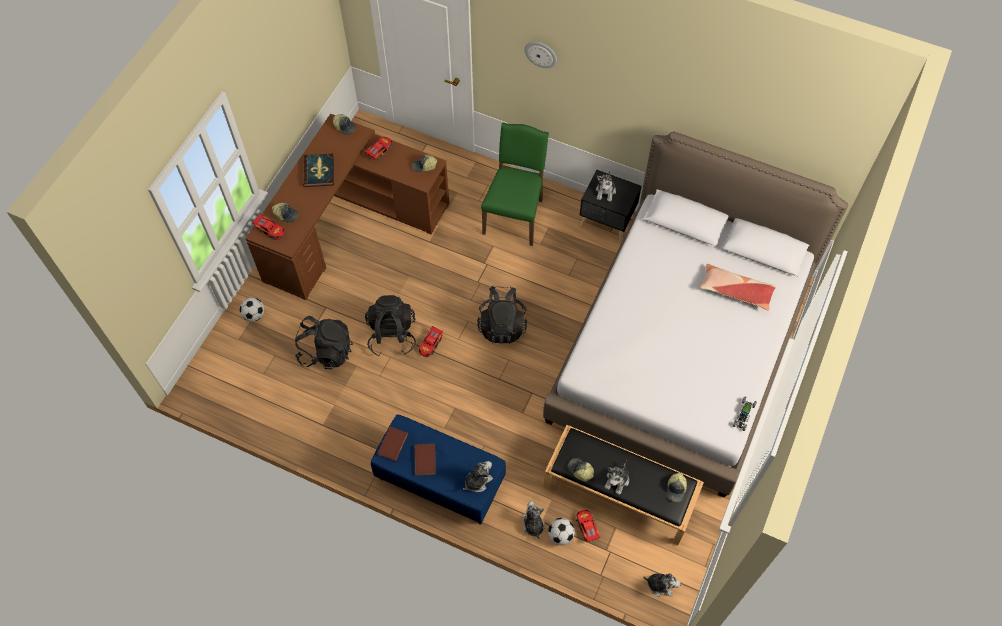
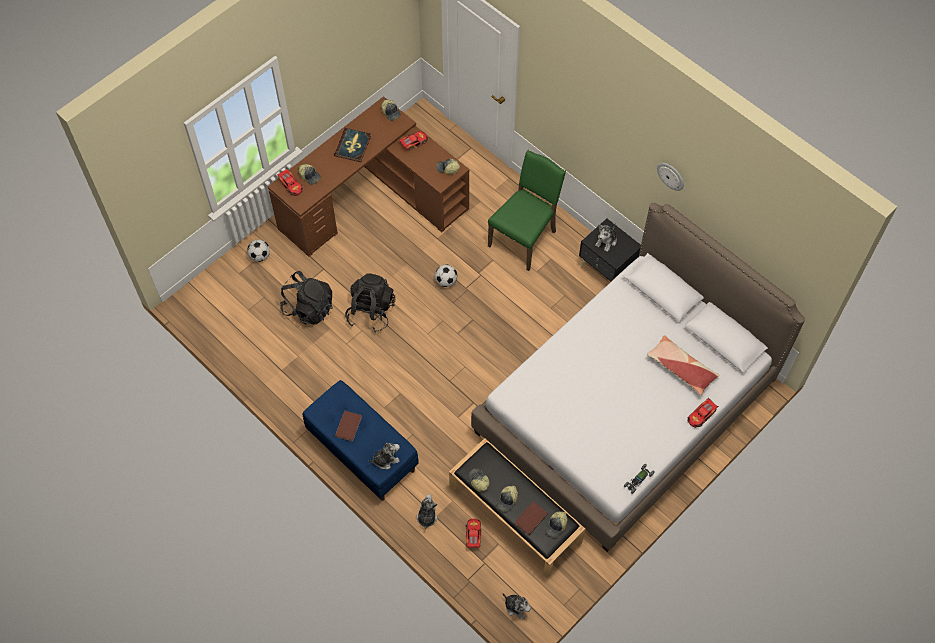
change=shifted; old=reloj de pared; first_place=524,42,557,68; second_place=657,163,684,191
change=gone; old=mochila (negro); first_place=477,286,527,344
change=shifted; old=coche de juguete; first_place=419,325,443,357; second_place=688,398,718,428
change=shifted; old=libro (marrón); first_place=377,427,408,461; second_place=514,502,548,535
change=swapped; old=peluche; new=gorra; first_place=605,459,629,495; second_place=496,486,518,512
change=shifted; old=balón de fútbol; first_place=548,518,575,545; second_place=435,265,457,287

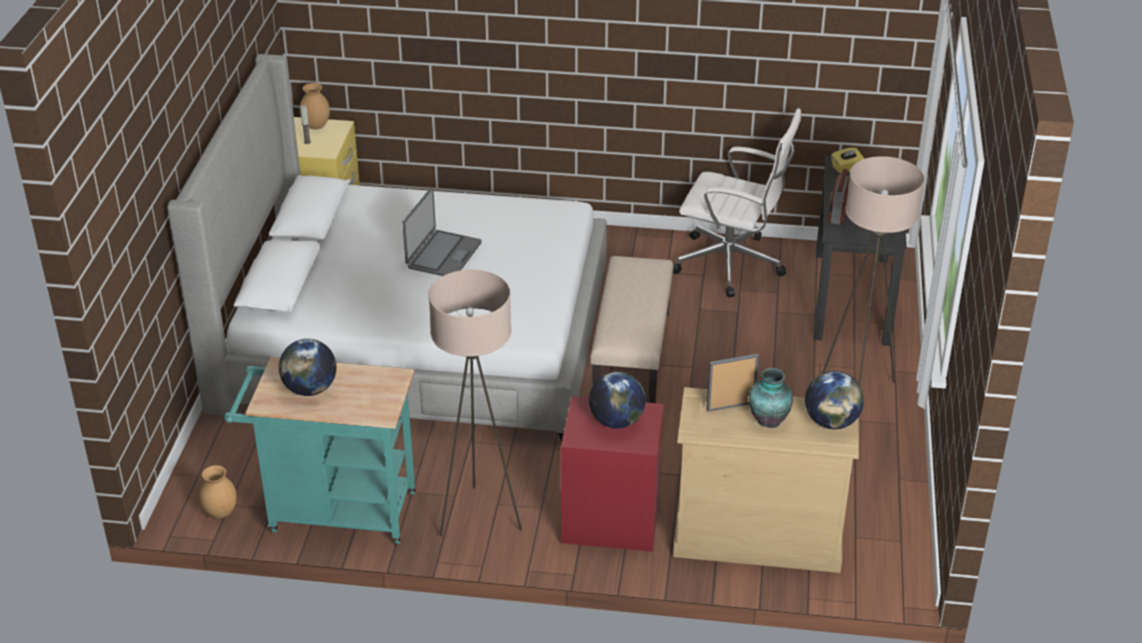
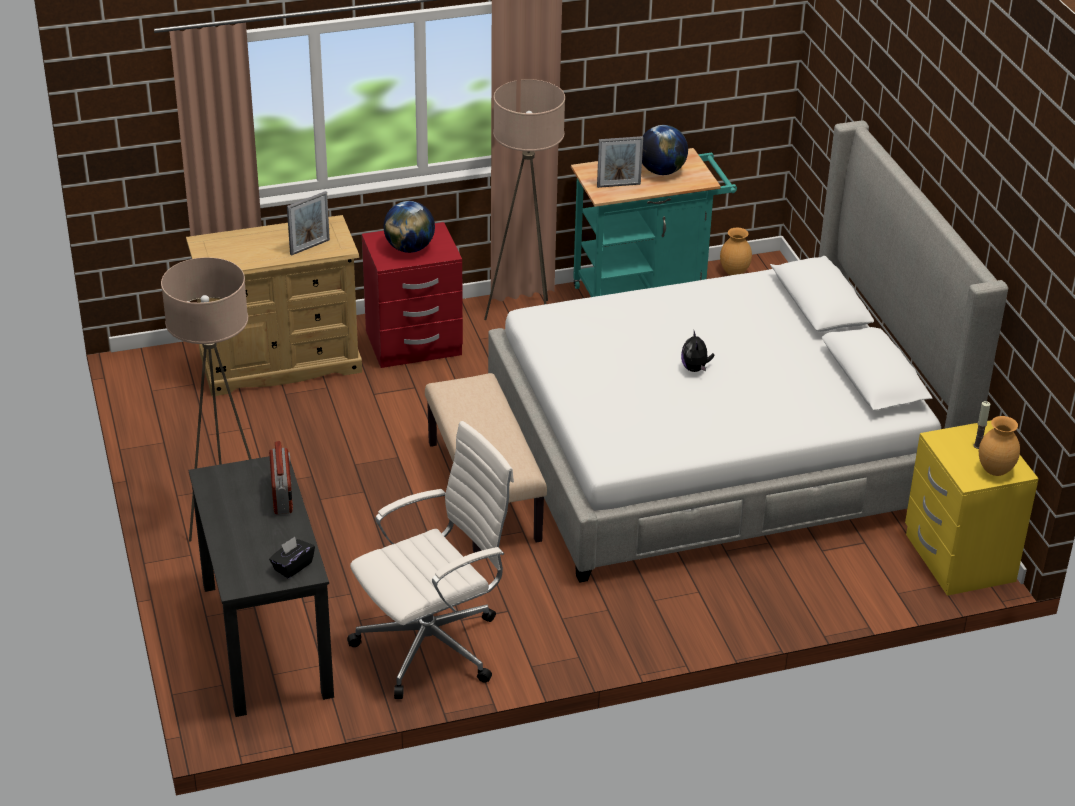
change=rotated; old=silla de oficina (blanco); first_place=673,108,801,297; second_place=347,421,514,699; degrees=150
change=repainted; old=caja de pañuelos (amarillo); new=caja de pañuelos (negro); first_place=831,148,865,174; second_place=269,537,315,578
change=swapped; old=portátil; new=peluche; first_place=403,187,482,276; second_place=681,329,715,372
change=gone; old=florero; first_place=749,368,793,428
change=gone; old=globo terráqueo; first_place=805,371,864,429
change=new; new=portarretratos; second_place=597,136,643,188

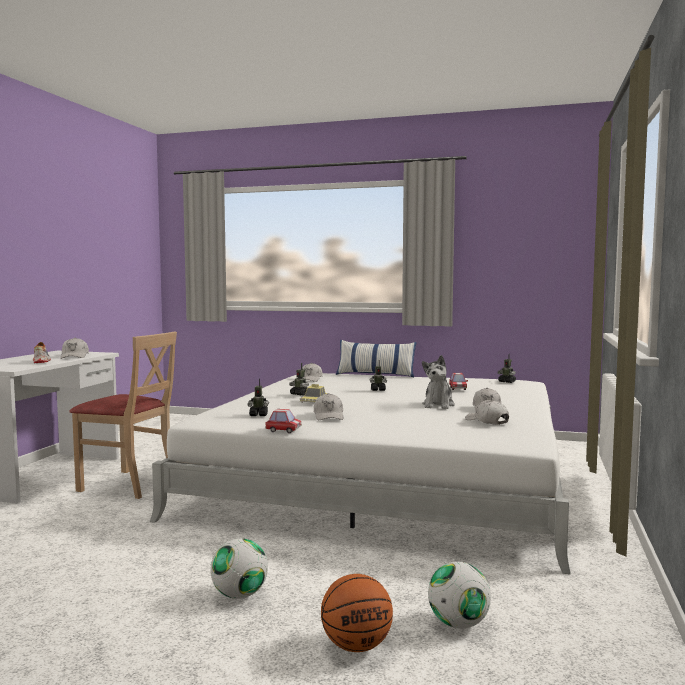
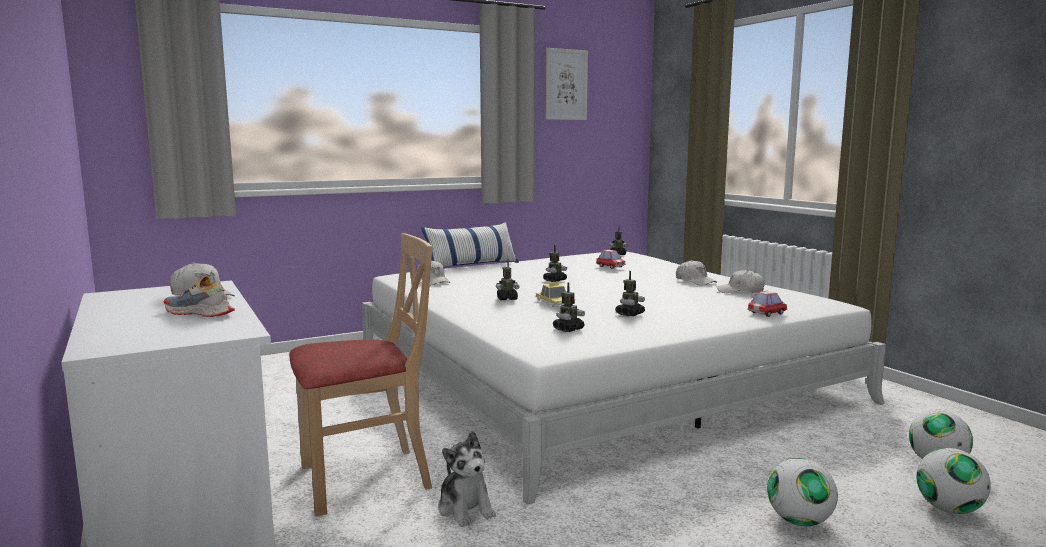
change=shifted; old=peluche; first_place=422,355,455,409; second_place=438,431,496,527
change=swapped; old=gorra (blanco); new=robot de juguete; first_place=314,393,343,420; second_place=615,271,645,316
change=shifted; old=coche de juguete; first_place=265,409,302,433; second_place=748,291,787,317
change=swapped; old=balón de baloncesto; new=balón de fútbol; first_place=321,574,393,652; second_place=916,448,991,514
change=new; new=cuadro; second_place=546,48,588,120

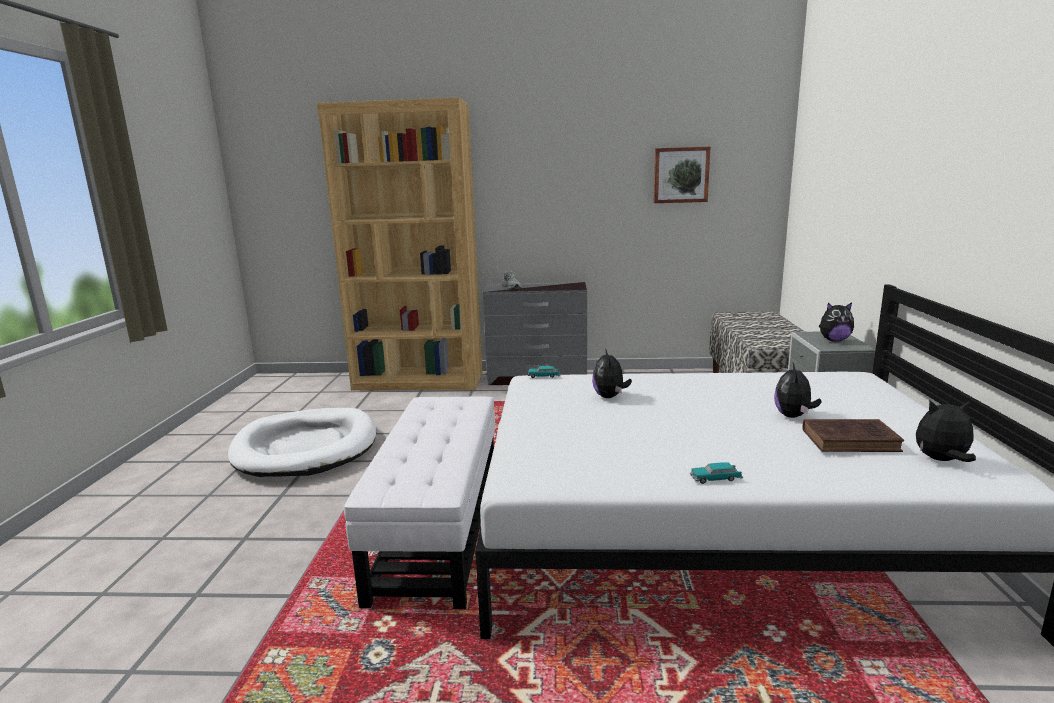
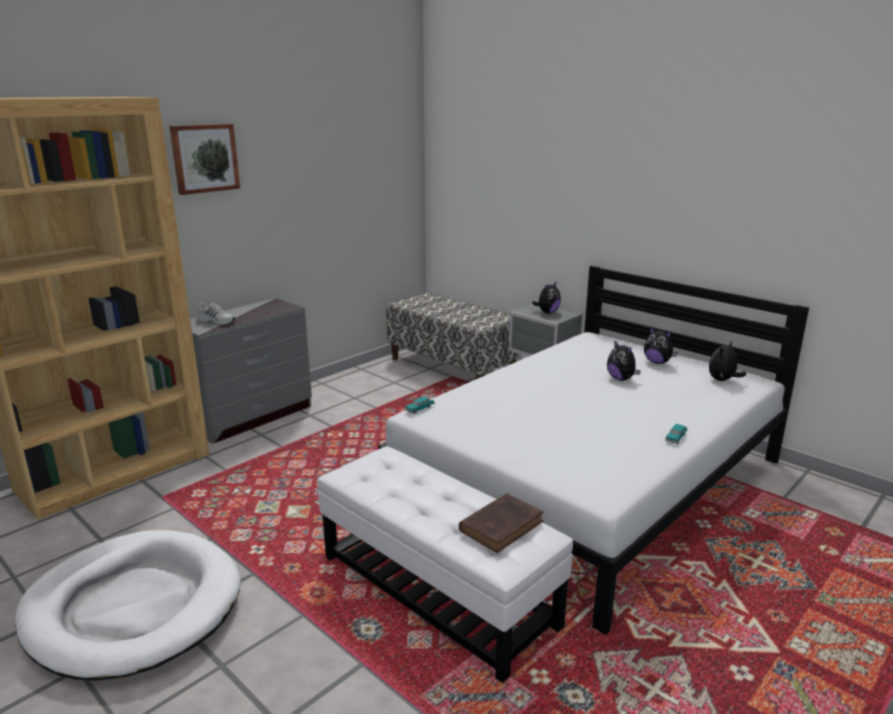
change=shifted; old=cuadro; first_place=654,146,711,203; second_place=170,124,240,195
change=shifted; old=peluche; first_place=592,348,632,398; second_place=644,326,678,364
change=shifted; old=libro (marrón); first_place=802,419,904,452; second_place=459,493,544,553

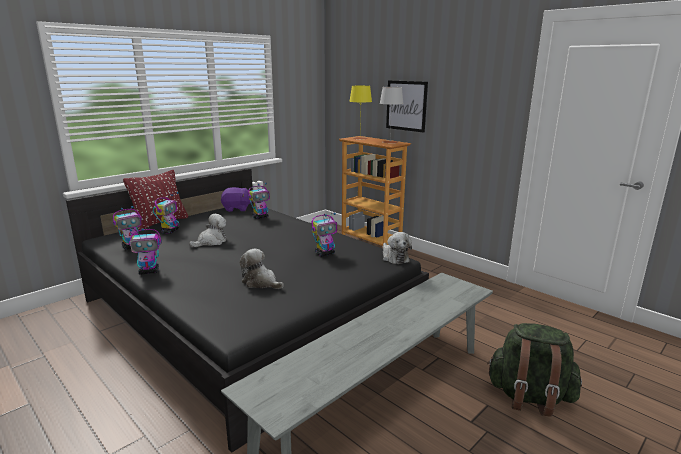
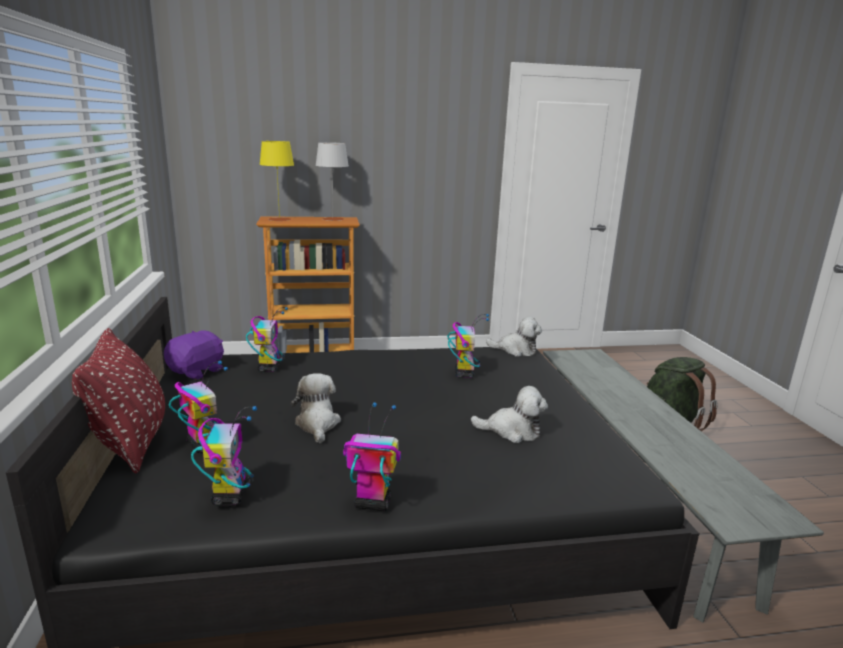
change=gone; old=cuadro; first_place=386,80,428,133
change=rotated; old=robot de juguete; first_place=129,228,162,274; second_place=343,402,401,511; degrees=-105
change=rotated; old=peluche; first_place=239,249,284,289; second_place=471,386,548,443; degrees=-150

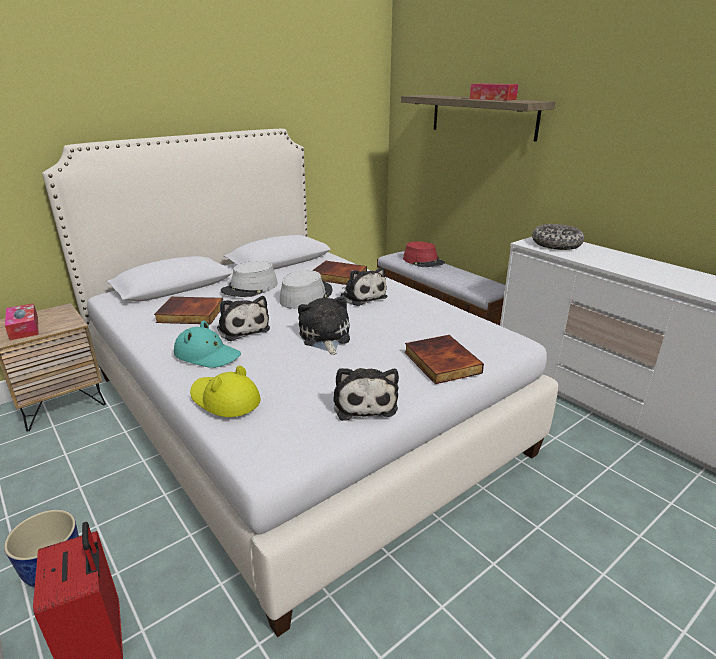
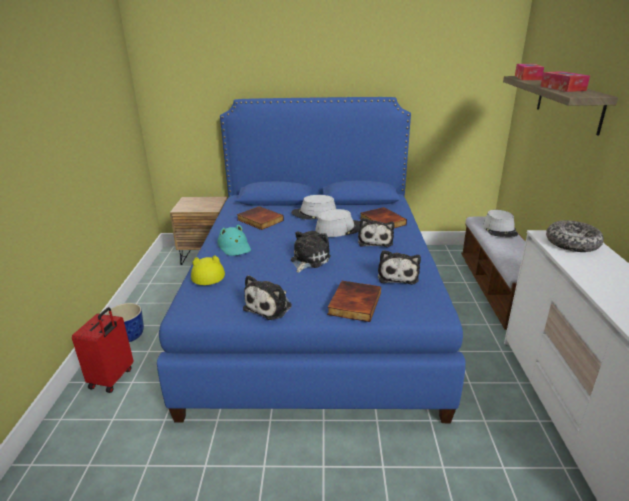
change=repainted; old=cama (blanco); new=cama (azul); first_place=42,129,558,637; second_place=157,97,466,423
change=repainted; old=sombrero (rojo); new=sombrero (gris); first_place=403,241,445,267; second_place=483,210,518,237
change=shifted; old=peluche; first_place=217,296,270,341; second_place=378,250,421,285
change=shifted; old=caja de pañuelos; first_place=5,303,39,340; second_place=515,64,544,80

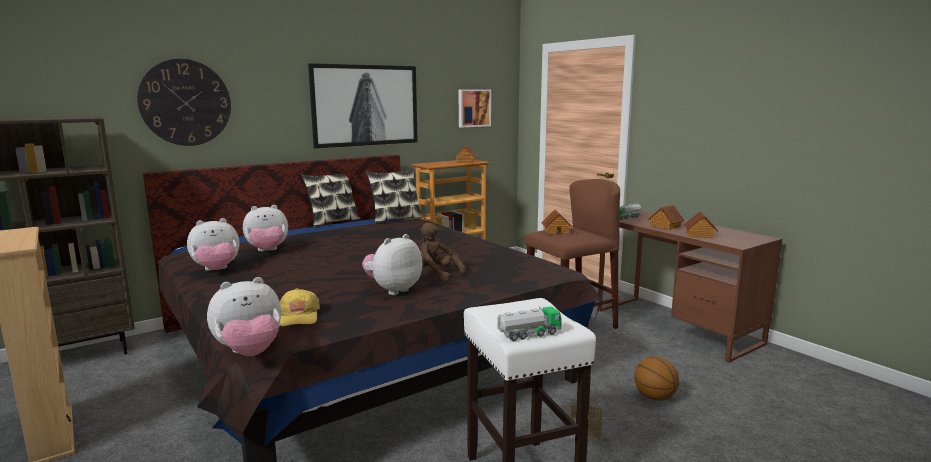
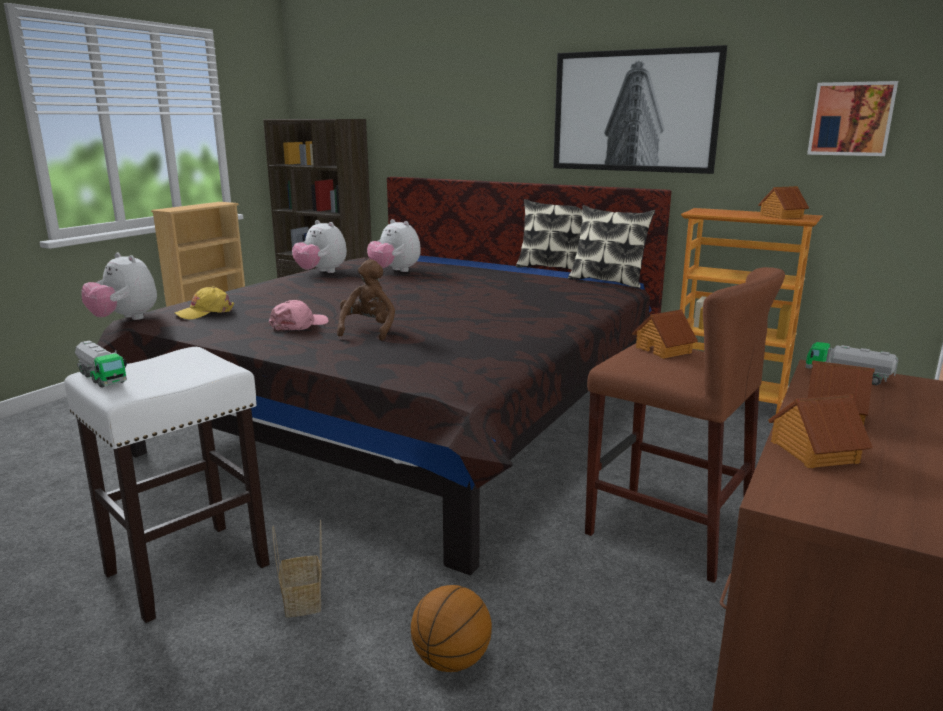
change=gone; old=reloj de pared; first_place=137,59,231,146
change=swapped; old=peluche; new=gorra (rosa); first_place=362,234,423,295; second_place=269,300,329,330

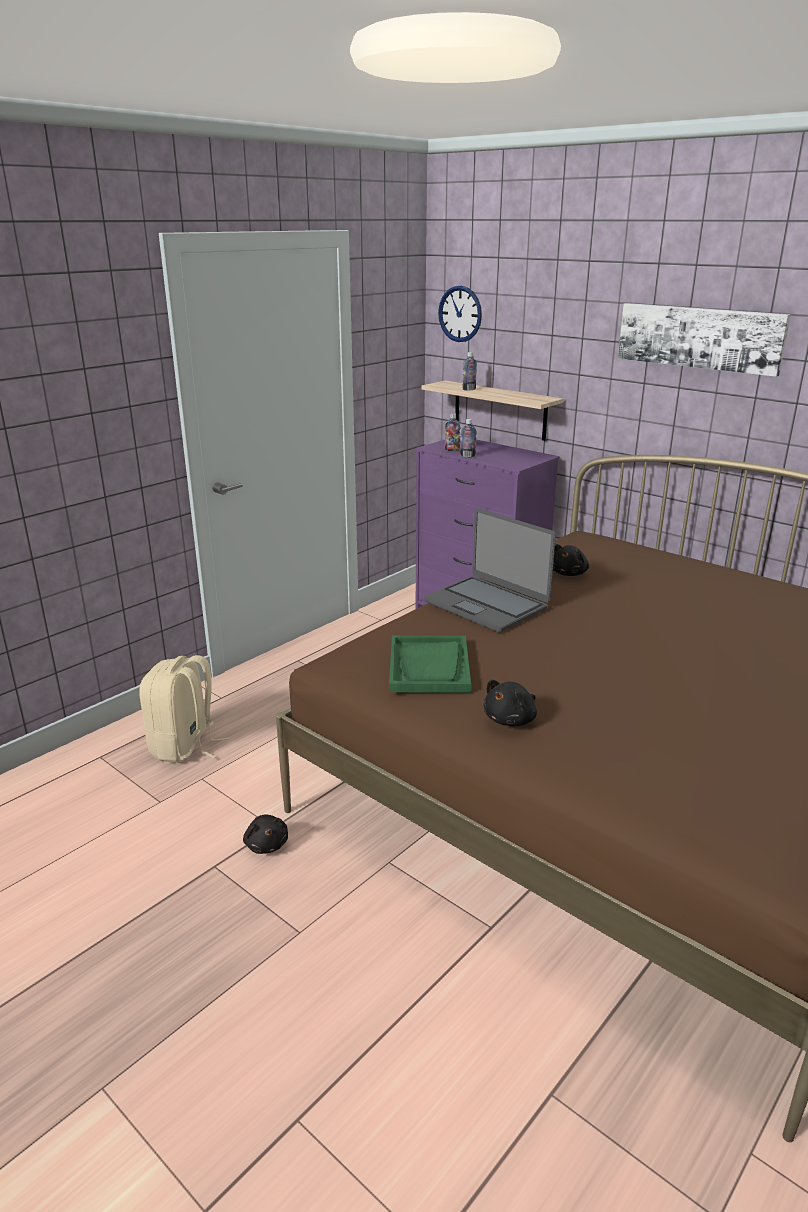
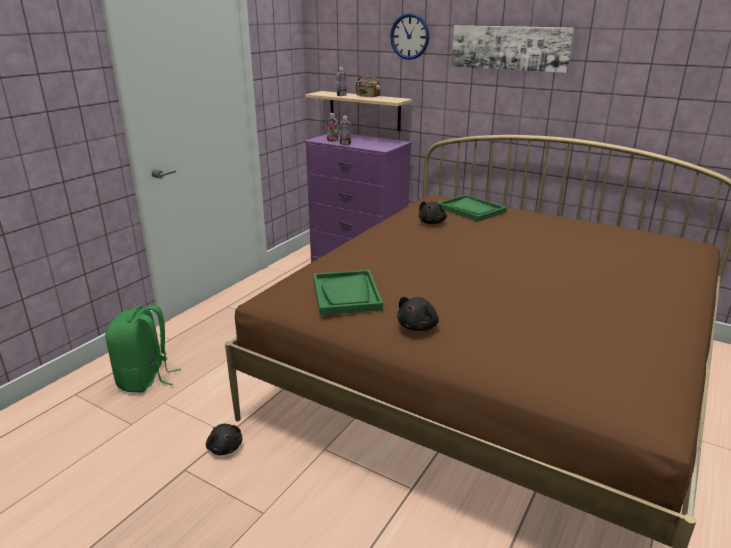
change=shifted; old=reloj de pared; first_place=438,286,482,342; second_place=390,13,429,60
change=gone; old=portátil; first_place=425,508,556,633
change=repainted; old=mochila (beis); new=mochila (verde); first_place=139,655,228,763; second_place=106,305,181,393
change=new; new=radio; second_place=356,68,380,98
change=new; new=bandeja (verde); second_place=437,194,507,222

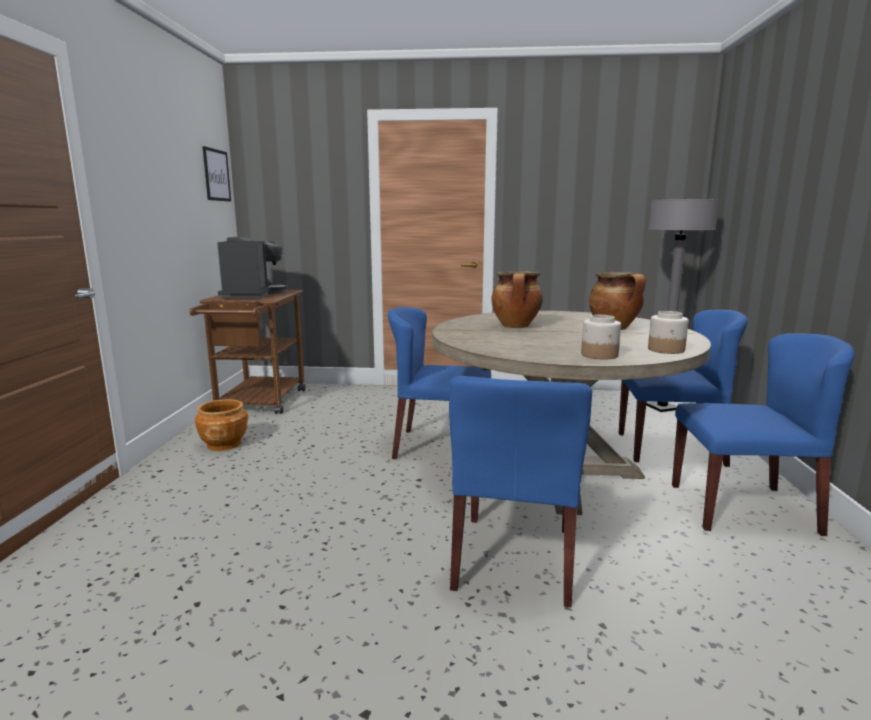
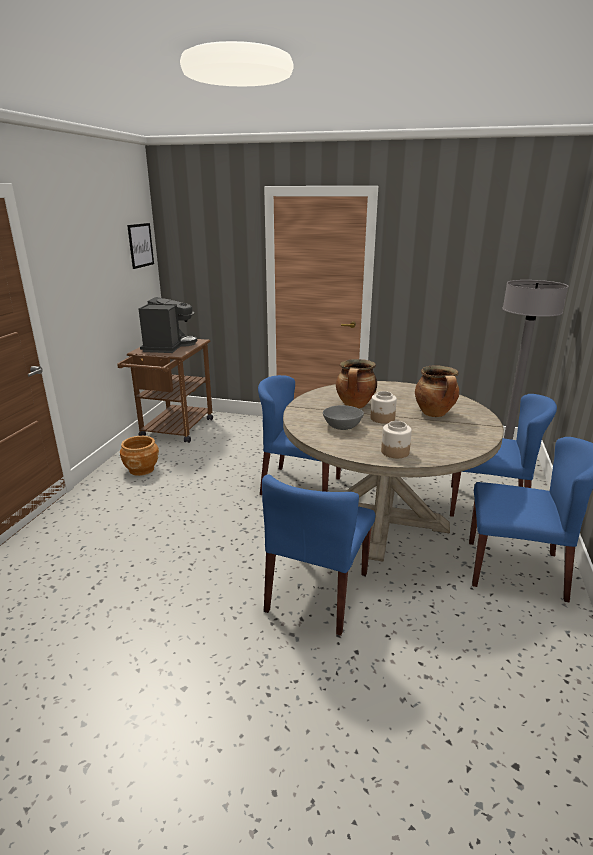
change=shifted; old=tarro; first_place=648,311,689,354; second_place=371,391,397,424
change=new; new=cuenco (gris); second_place=323,405,364,430

